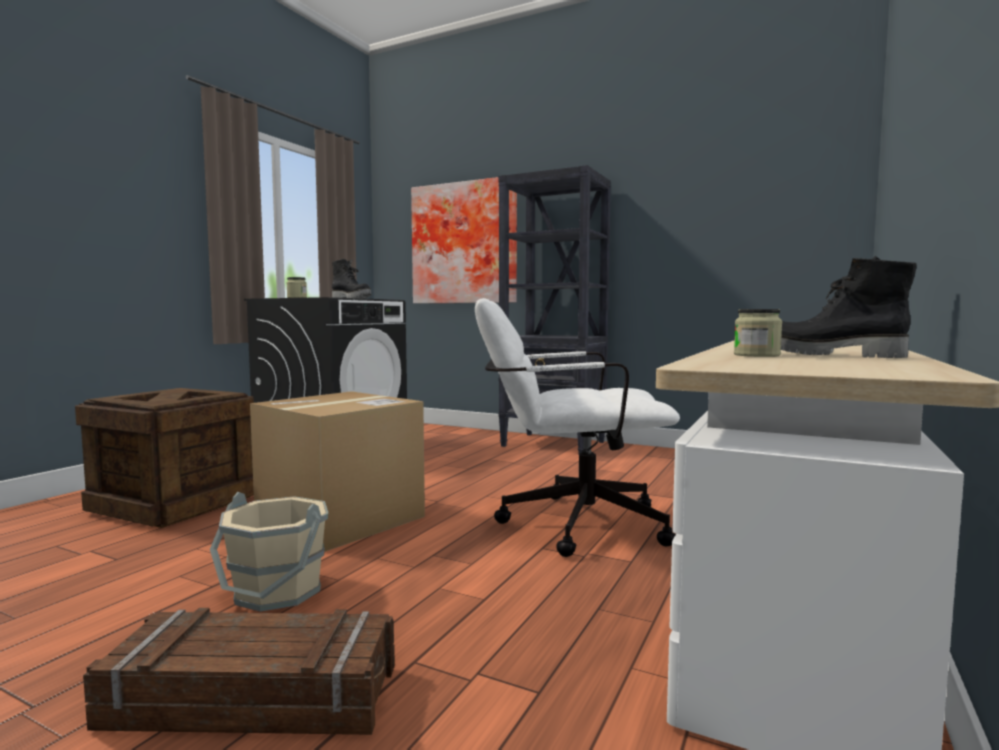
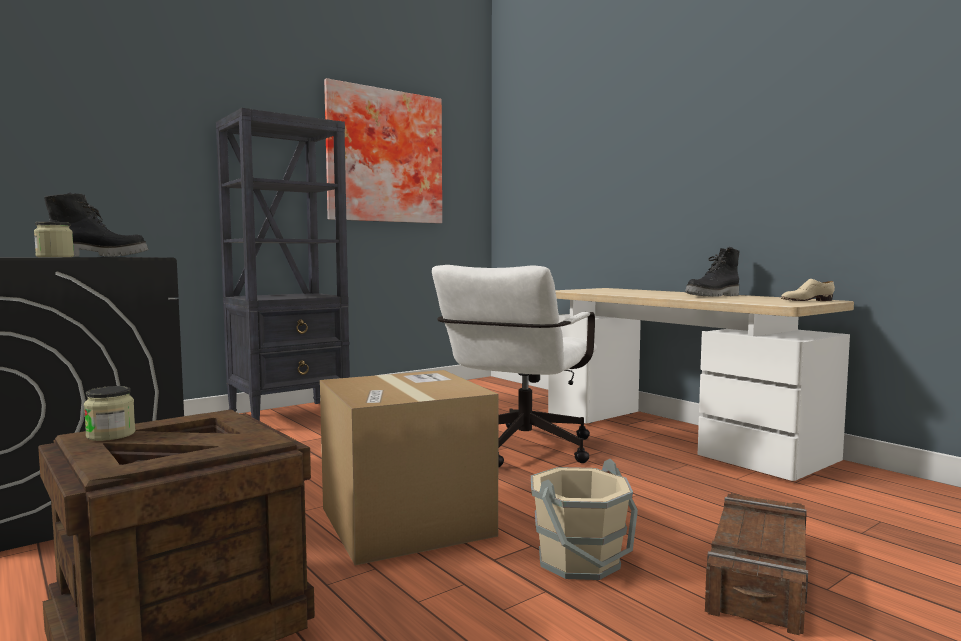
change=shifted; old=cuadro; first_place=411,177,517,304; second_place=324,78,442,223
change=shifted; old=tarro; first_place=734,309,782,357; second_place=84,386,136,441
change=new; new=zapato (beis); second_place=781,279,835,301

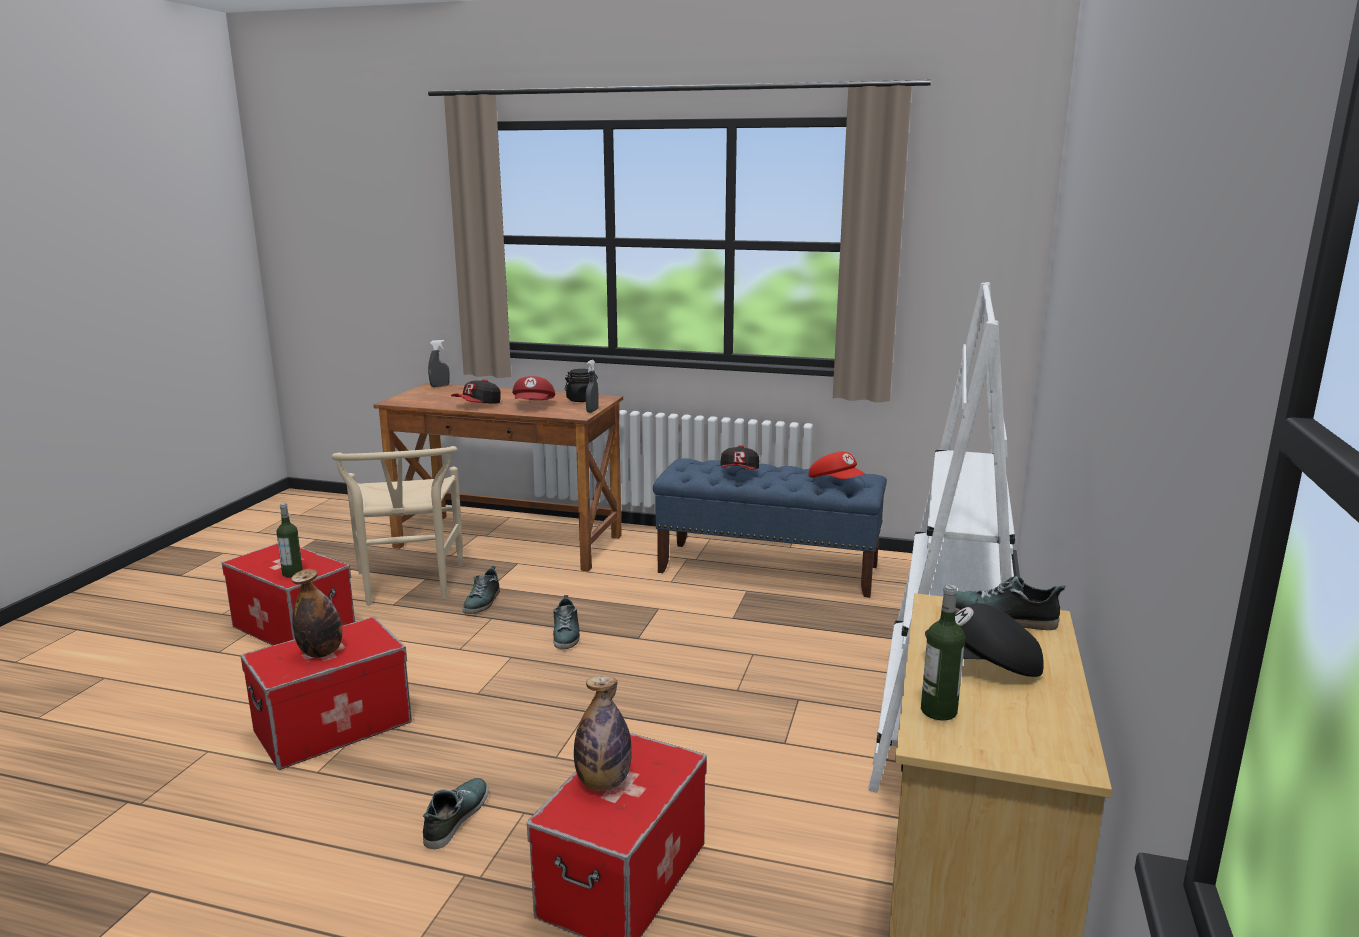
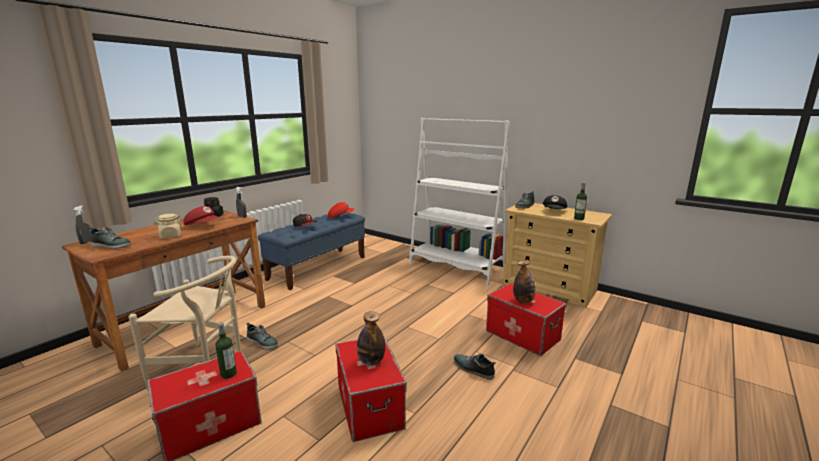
change=swapped; old=gorra; new=tarro (beis); first_place=451,379,501,404; second_place=154,214,183,239
change=shifted; old=zapato; first_place=553,595,580,649; second_place=89,227,131,249

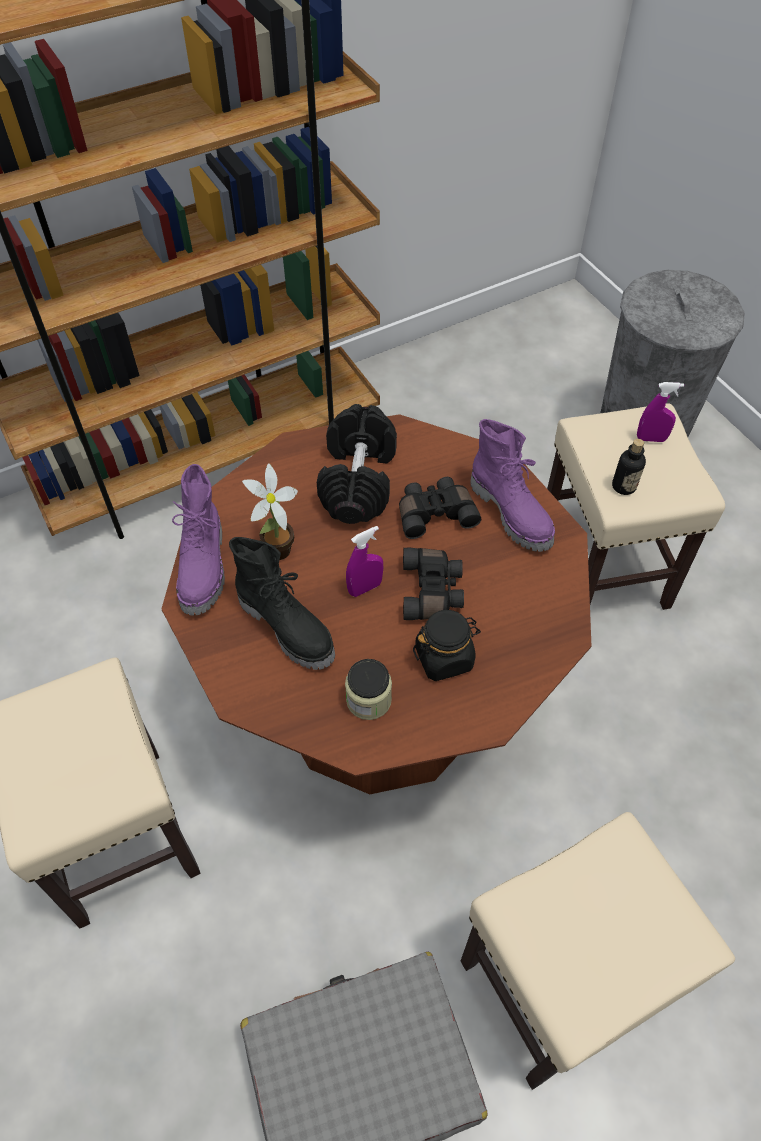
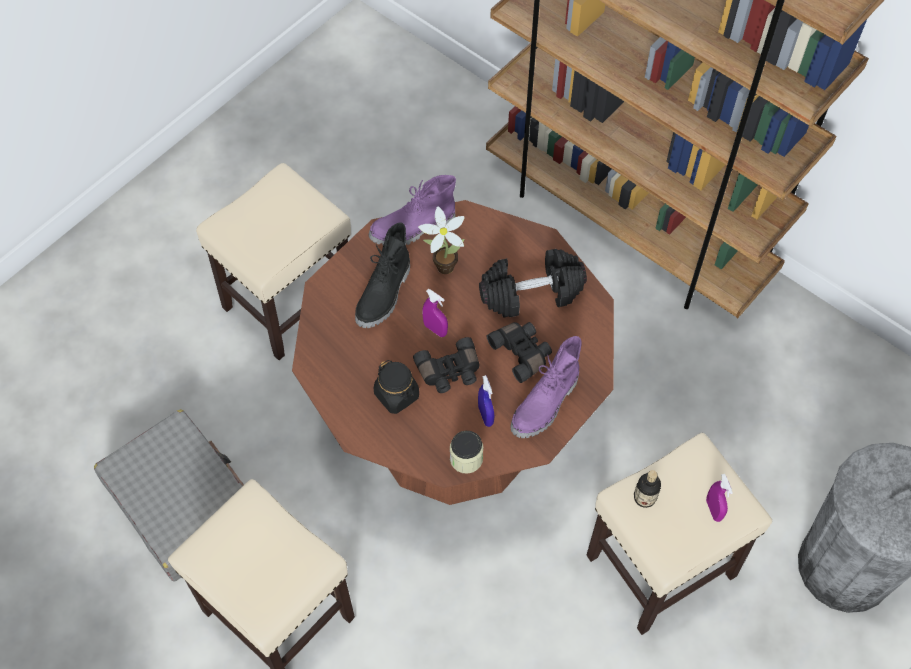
change=shifted; old=tarro; first_place=345,659,392,720; second_place=450,431,483,474
change=new; new=pulverizador (azul); second_place=478,375,494,427

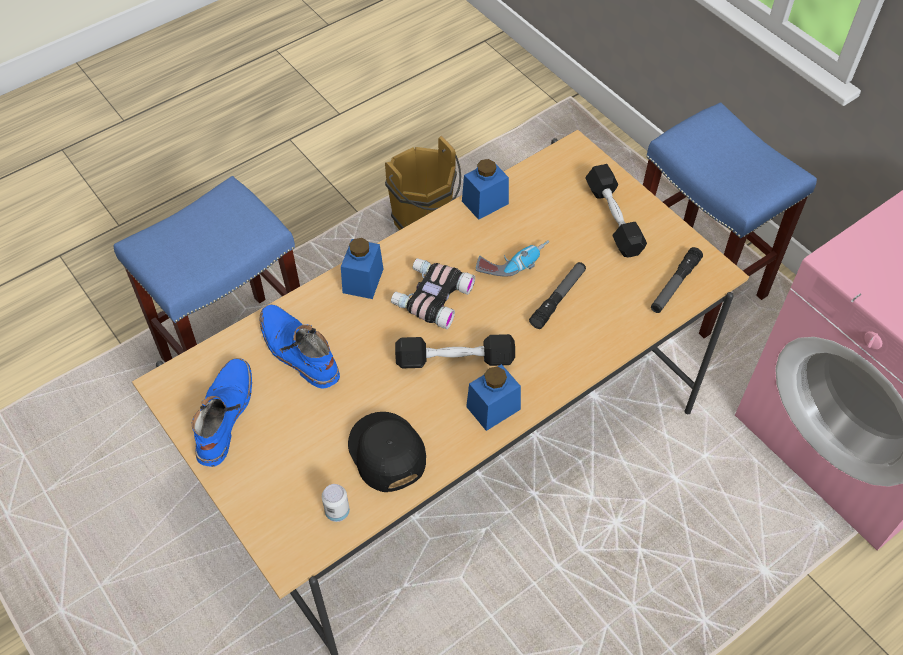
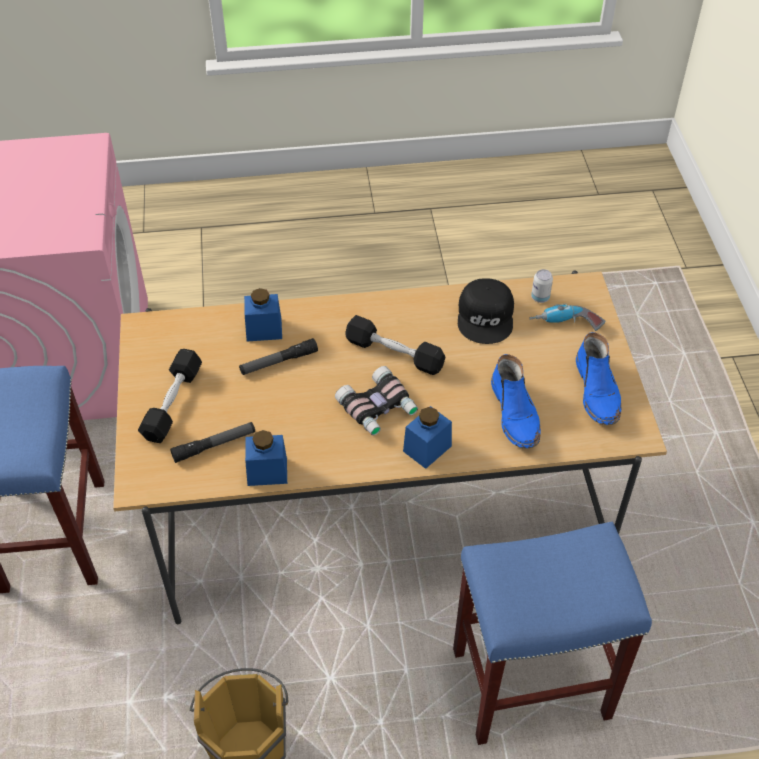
change=shifted; old=taladro; first_place=476,240,549,277; second_place=529,303,605,331
change=shifted; old=linterna; first_place=651,247,703,313; second_place=170,422,255,463
change=rotated; old=bota (azul); first_place=192,358,252,467; second_place=576,332,621,425; degrees=-45
change=shifted; old=tarro (azul); first_place=466,364,521,431; second_place=244,288,282,341

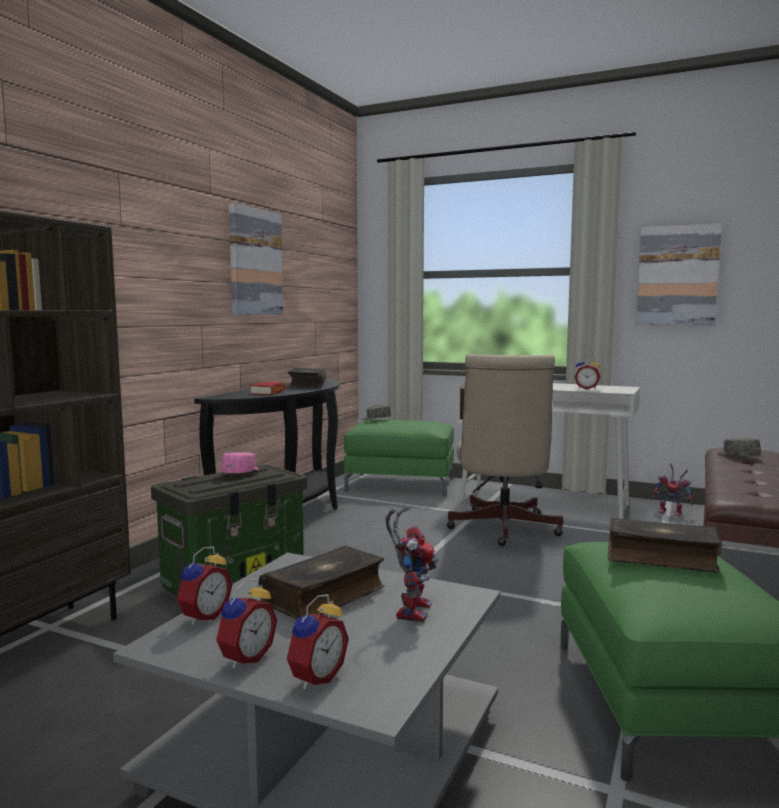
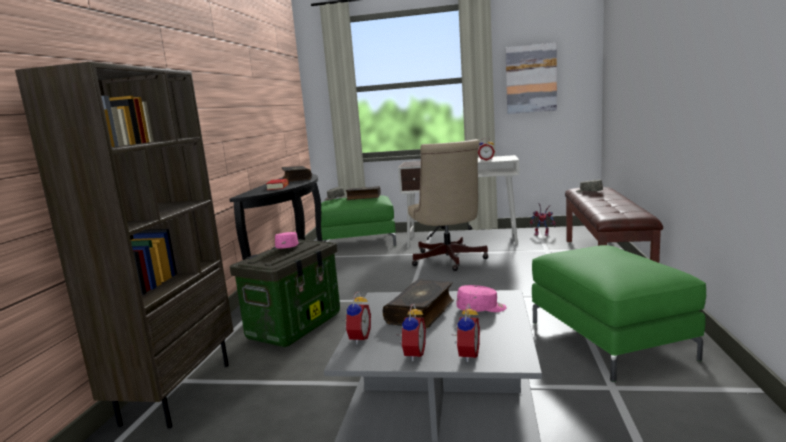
change=gone; old=cuadro; first_place=229,203,283,315
change=swapped; old=robot de juguete; new=gorra (rosa); first_place=385,506,438,623; second_place=456,285,507,312
change=shifted; old=libro; first_place=608,517,722,572; second_place=346,186,381,200

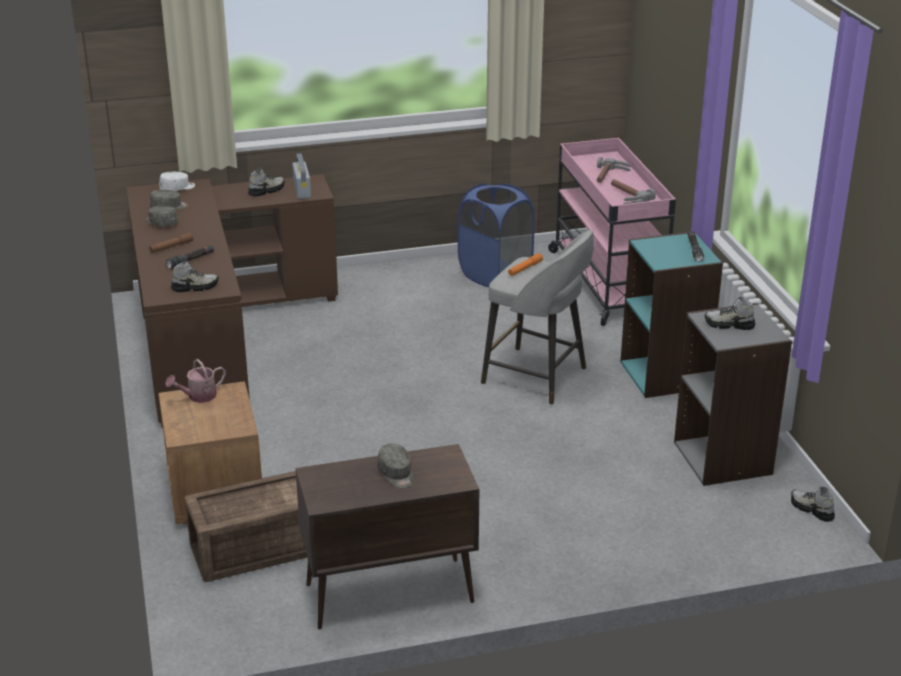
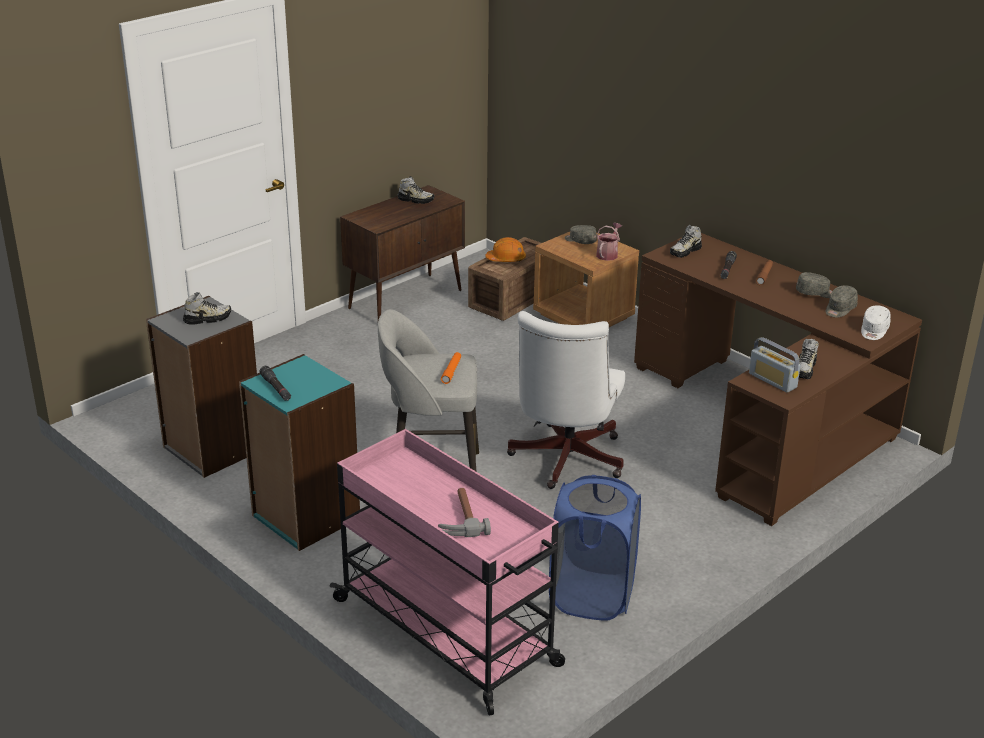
change=gone; old=martillo; first_place=611,179,656,204
change=shifted; old=gorra (gris); first_place=377,443,414,488; second_place=565,225,597,244
change=shifted; old=zapato; first_place=791,487,835,522; second_place=398,176,434,204
change=new; new=casco (naranja); second_place=485,237,526,262
change=new; new=silla de oficina (blanco); second_place=507,311,625,489

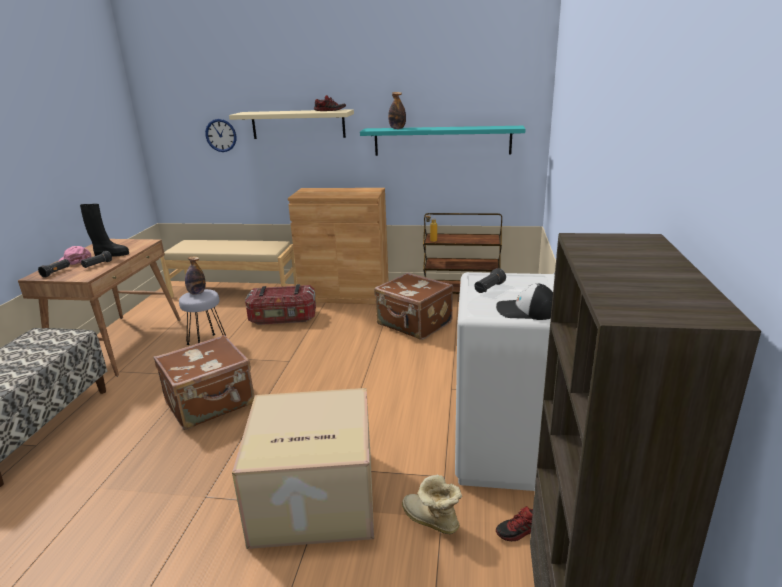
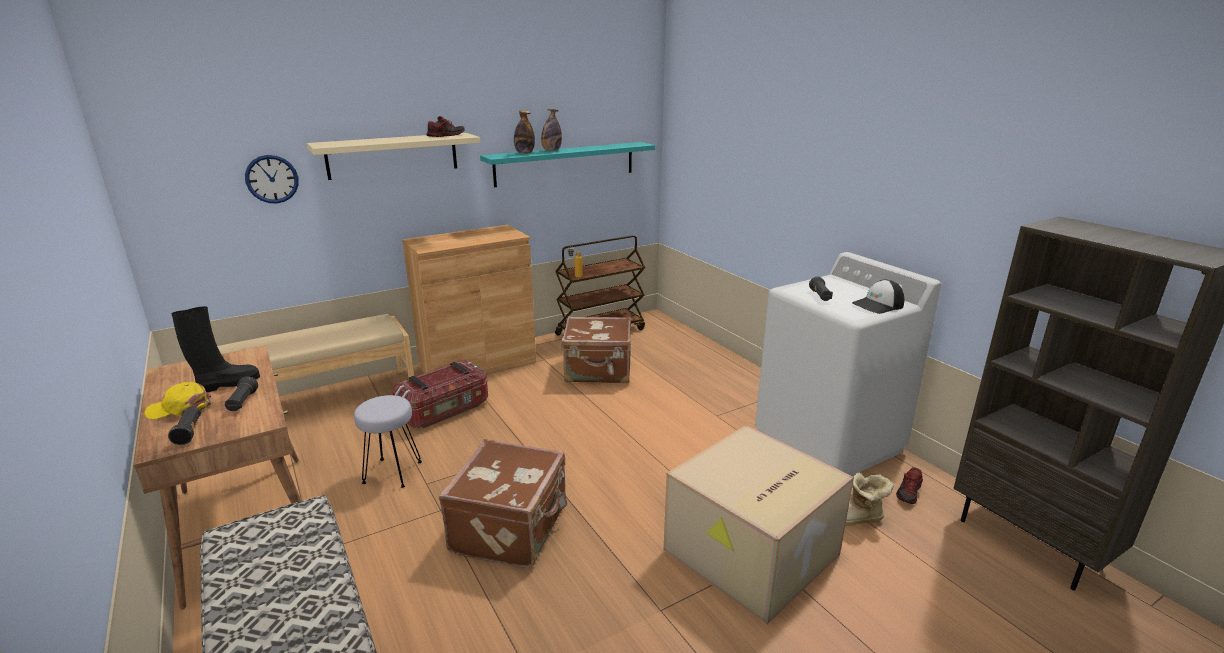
change=repainted; old=gorra (rosa); new=gorra (amarillo); first_place=59,246,91,265; second_place=145,382,211,419
change=shifted; old=botella; first_place=185,256,206,295; second_place=541,109,562,151

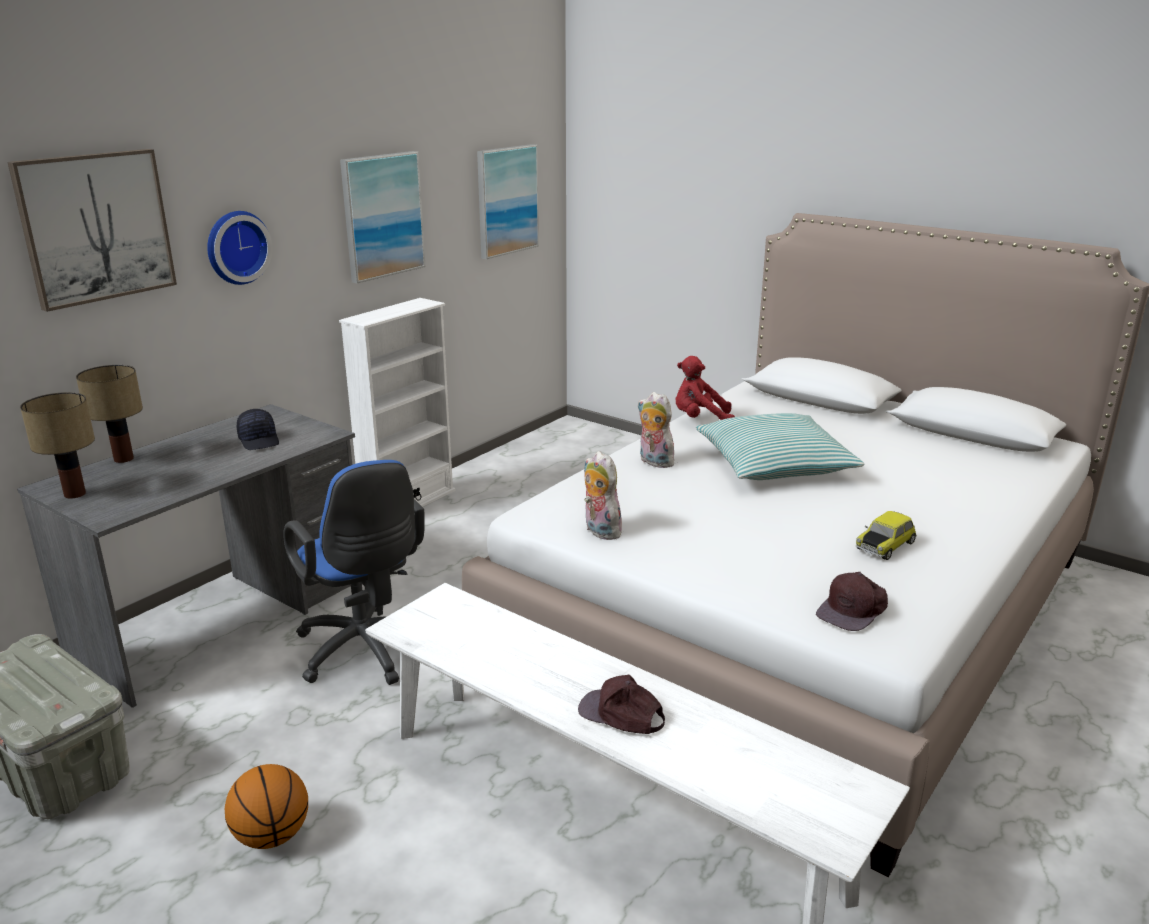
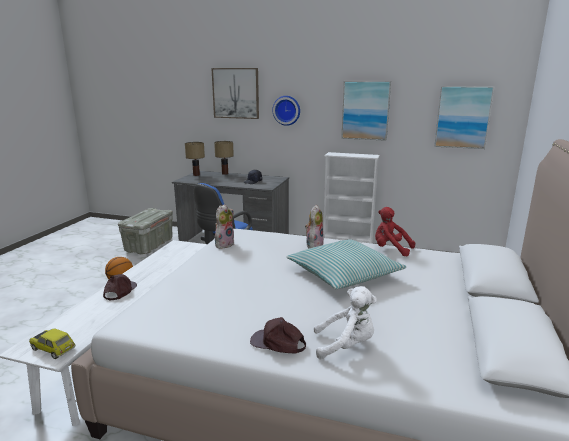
change=rotated; old=peluche (rojo); first_place=676,356,735,420; second_place=375,207,416,256; degrees=-45
change=shifted; old=coche de juguete; first_place=856,511,917,560; second_place=29,328,76,359
change=shifted; old=gorra (marrón); first_place=816,571,888,631; second_place=250,317,306,353
change=new; new=peluche (blanco); second_place=314,286,377,359

